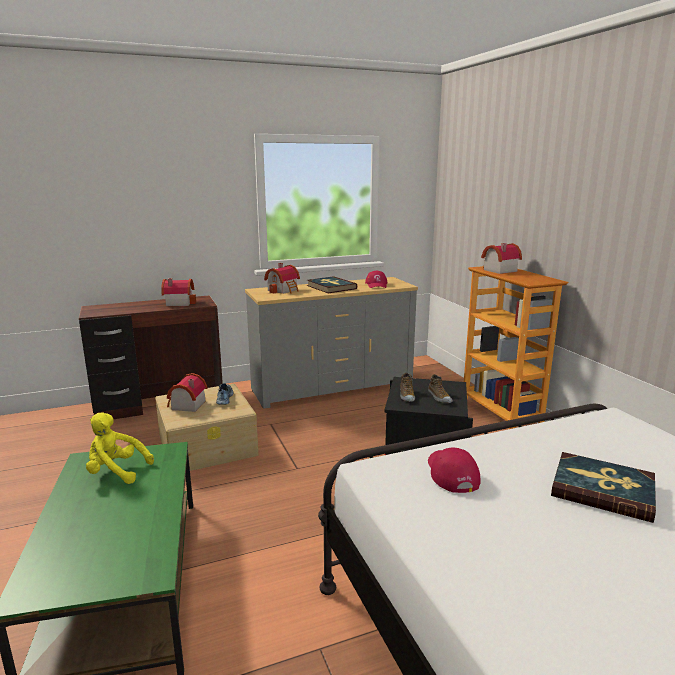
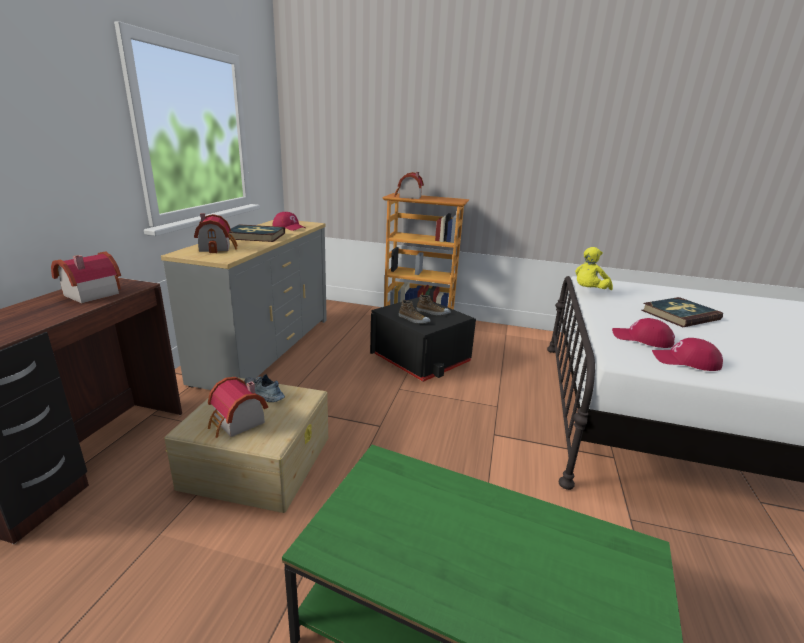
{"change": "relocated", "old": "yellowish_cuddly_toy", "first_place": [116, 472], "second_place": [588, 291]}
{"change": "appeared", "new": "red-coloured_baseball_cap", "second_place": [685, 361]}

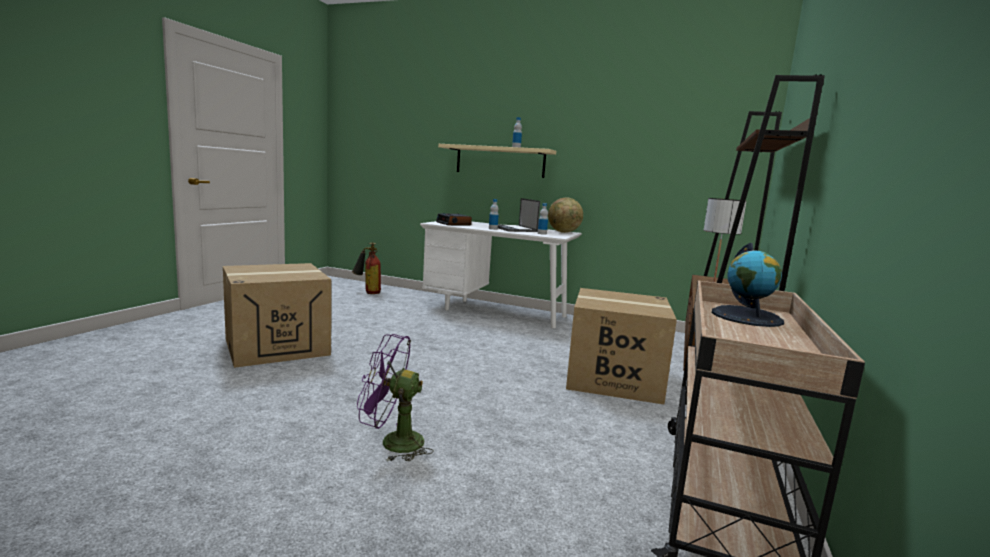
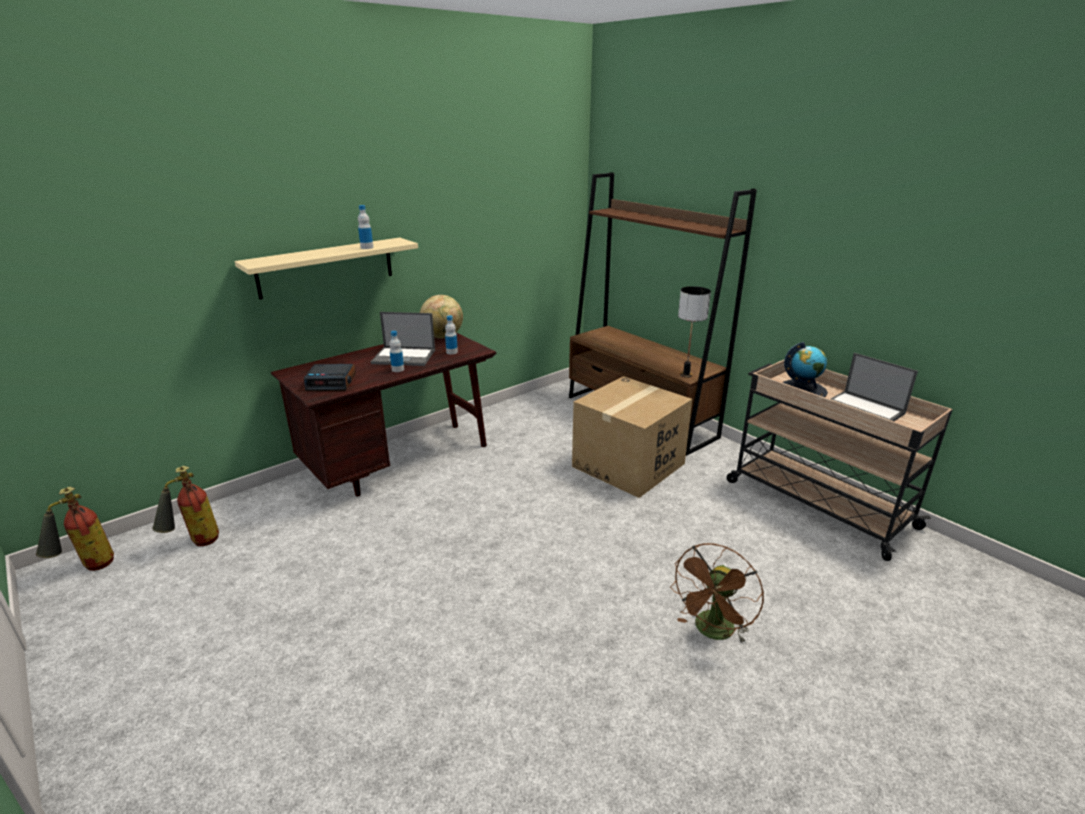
{"change": "missing", "old": "carton", "first_place": [277, 346]}
{"change": "colour", "old": "purple_electric_fan", "new": "brown-coloured_electric_fan", "first_place": [392, 442], "second_place": [712, 632]}
{"change": "colour", "old": "white-coloured_desk_unit", "new": "brown-coloured_desk_unit", "first_place": [496, 312], "second_place": [399, 461]}
{"change": "appeared", "new": "fire-fighting_cylinder", "second_place": [87, 568]}
{"change": "appeared", "new": "notebook_computer", "second_place": [864, 410]}

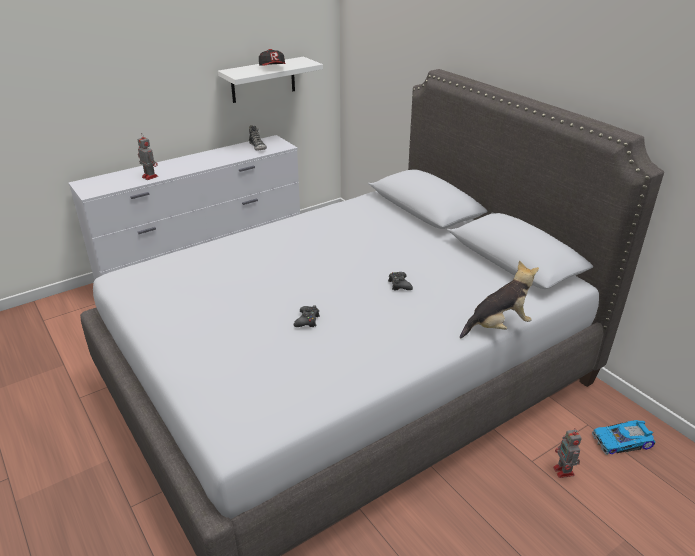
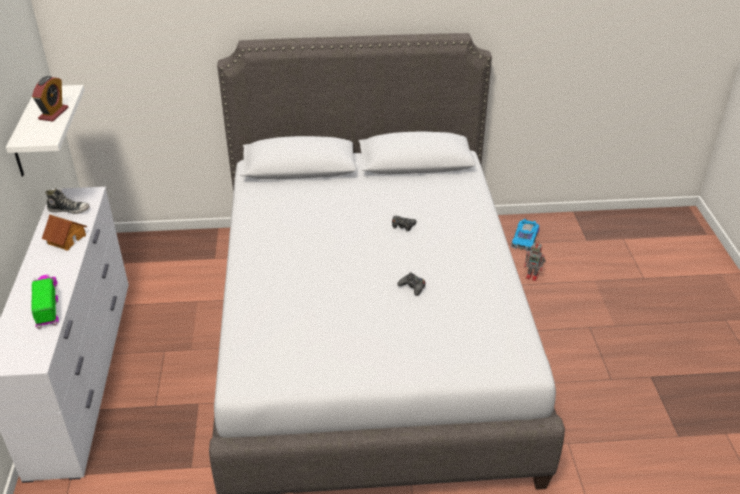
{"change": "exchanged", "old": "model_robot", "new": "model_truck", "first_place": [149, 176], "second_place": [47, 306]}
{"change": "exchanged", "old": "baseball_cap", "new": "table_clock", "first_place": [273, 68], "second_place": [53, 113]}
{"change": "missing", "old": "cuddly_toy", "first_place": [498, 326]}
{"change": "appeared", "new": "toy_house", "second_place": [66, 239]}

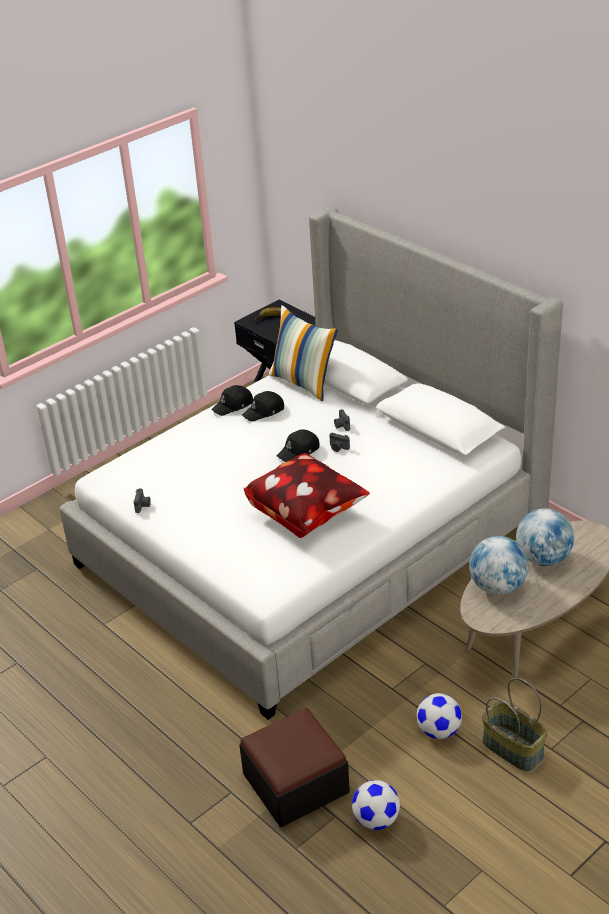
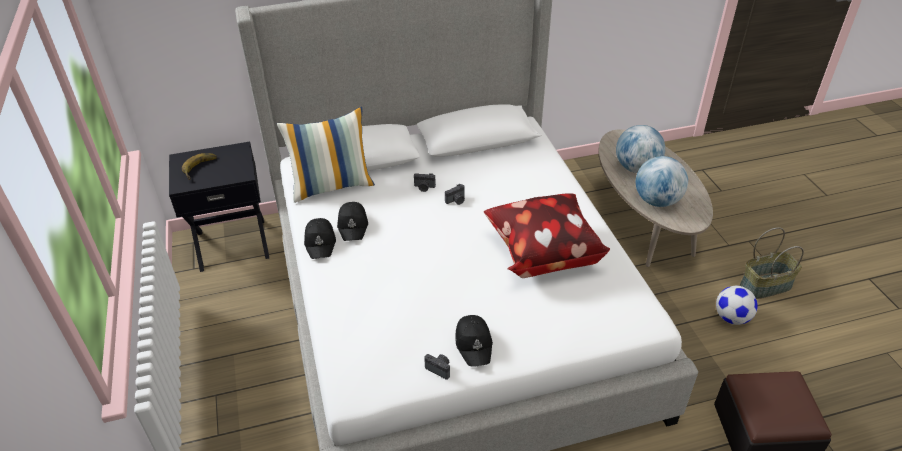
{"change": "relocated", "old": "blackish_baseball_cap", "first_place": [299, 451], "second_place": [474, 343]}
{"change": "missing", "old": "football_ball", "first_place": [376, 820]}

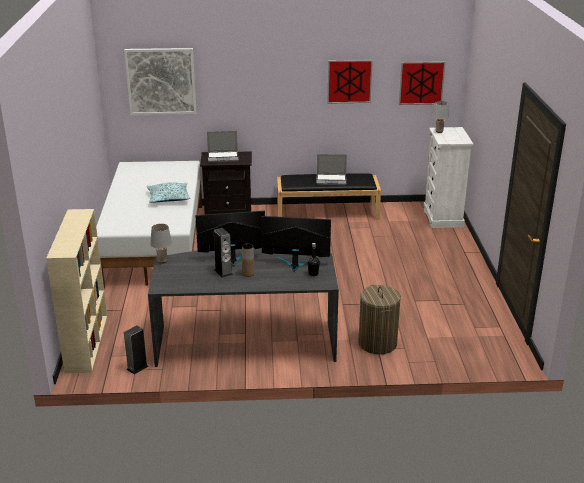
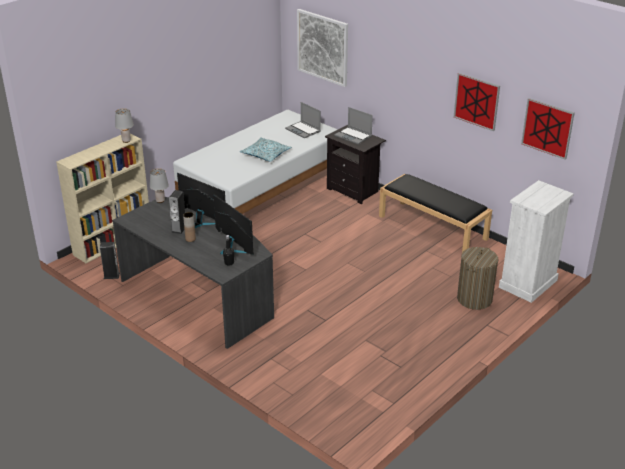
{"change": "relocated", "old": "notebook_computer", "first_place": [331, 180], "second_place": [303, 130]}
{"change": "relocated", "old": "washing_basket", "first_place": [377, 343], "second_place": [474, 299]}
{"change": "relocated", "old": "greyish_tabletop_lamp", "first_place": [439, 131], "second_place": [126, 141]}

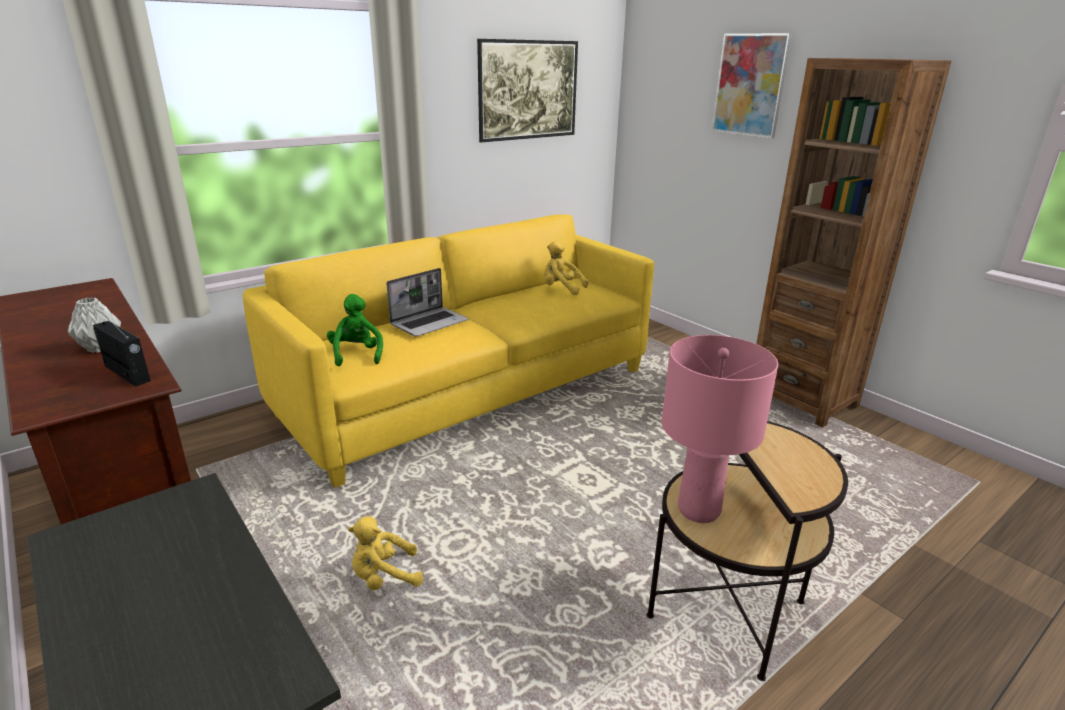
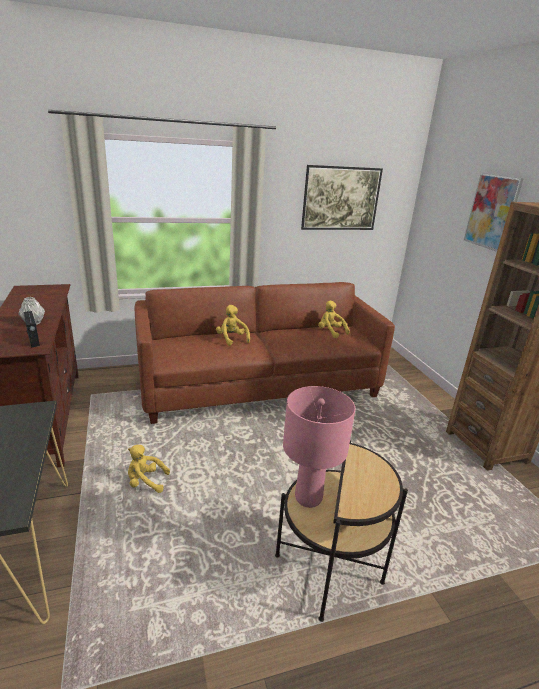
{"change": "colour", "old": "yellowish_sofa", "new": "brown-coloured_sofa", "first_place": [469, 391], "second_place": [259, 385]}
{"change": "missing", "old": "greenish_cuddly_toy", "first_place": [357, 354]}
{"change": "exchanged", "old": "notebook_computer", "new": "yellowish_cuddly_toy", "first_place": [430, 323], "second_place": [232, 339]}

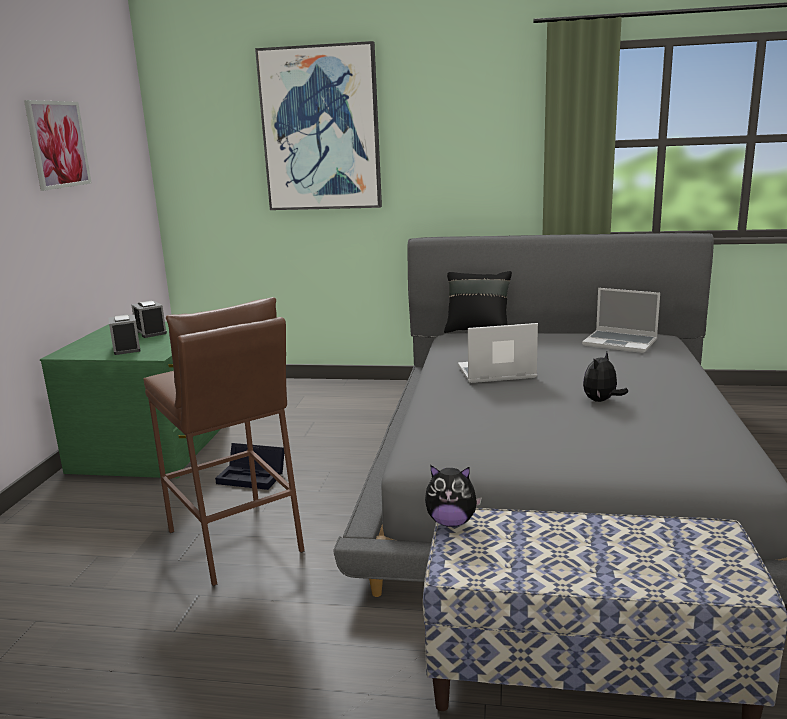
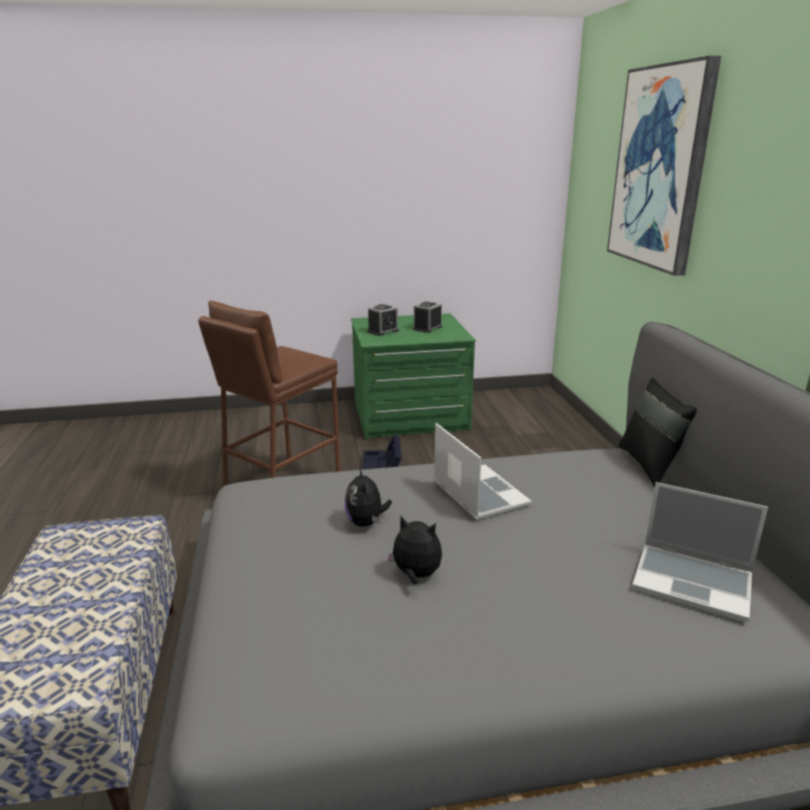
{"change": "missing", "old": "wall_picture", "first_place": [58, 144]}
{"change": "relocated", "old": "cuddly_toy", "first_place": [451, 522], "second_place": [366, 523]}
{"change": "spun", "old": "notebook_computer", "first_place": [621, 343], "second_place": [693, 582], "degrees": -75}

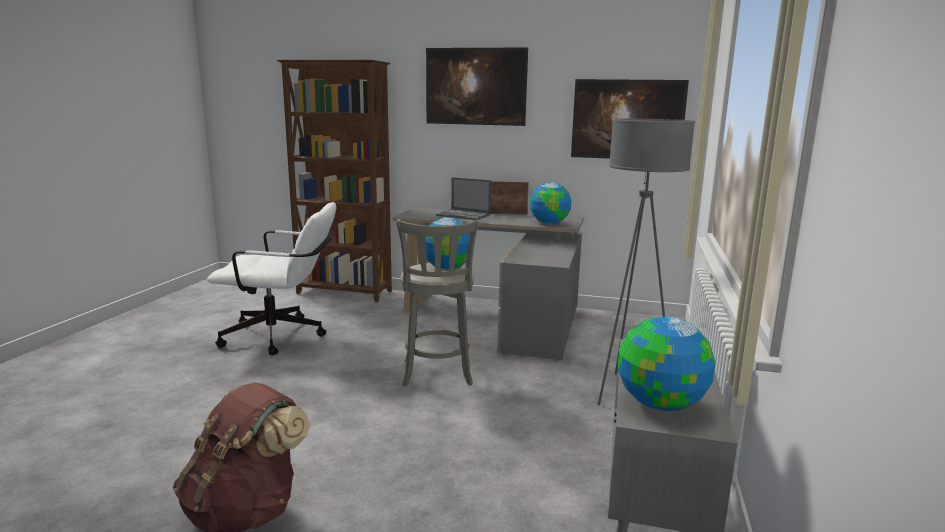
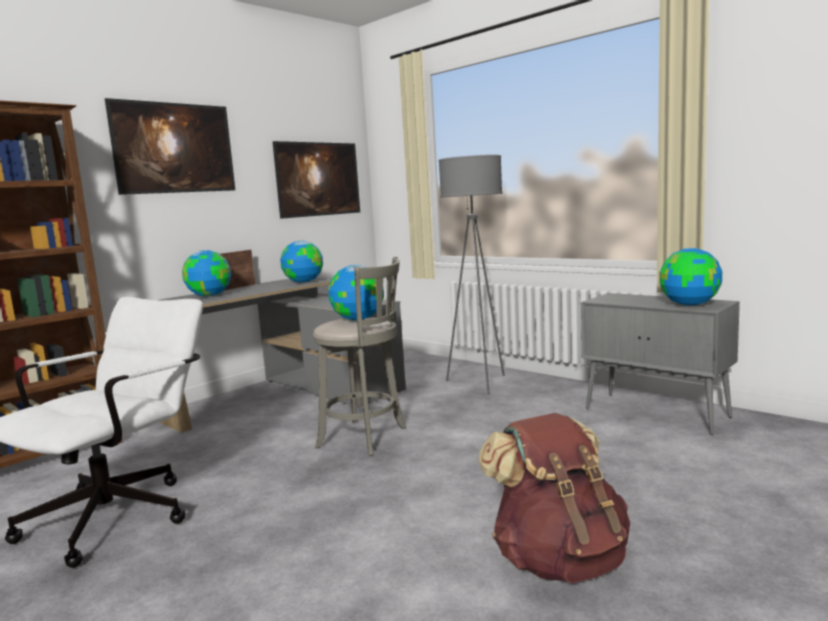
{"change": "exchanged", "old": "notebook_computer", "new": "world_globe", "first_place": [464, 215], "second_place": [209, 296]}

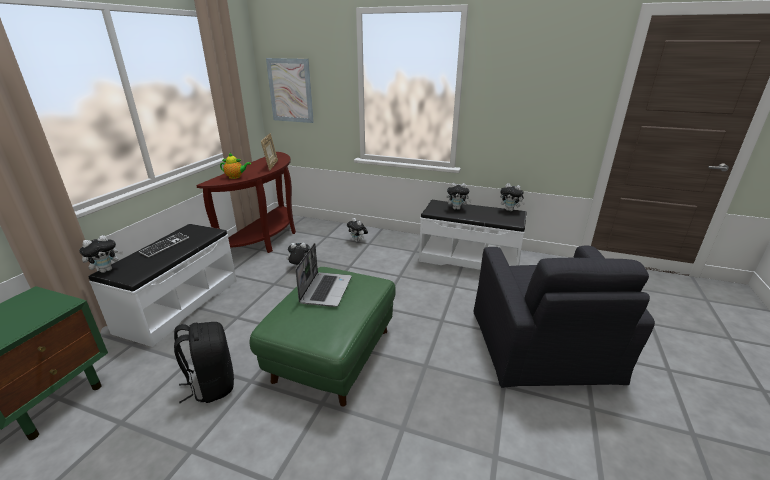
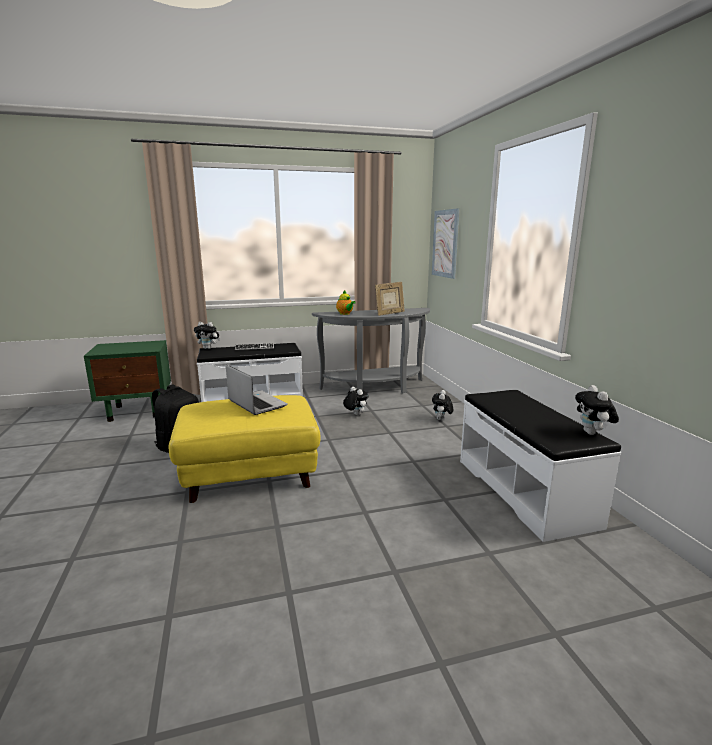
{"change": "colour", "old": "brown-coloured_console_table", "new": "greyish_console_table", "first_place": [266, 239], "second_place": [375, 388]}
{"change": "colour", "old": "greenish_footrest", "new": "yellowish_footrest", "first_place": [332, 354], "second_place": [250, 473]}
{"change": "spun", "old": "notebook_computer", "first_place": [325, 290], "second_place": [256, 403], "degrees": -105}
{"change": "missing", "old": "cuddly_toy", "first_place": [457, 208]}
{"change": "missing", "old": "blackish_easy_chair", "first_place": [542, 346]}

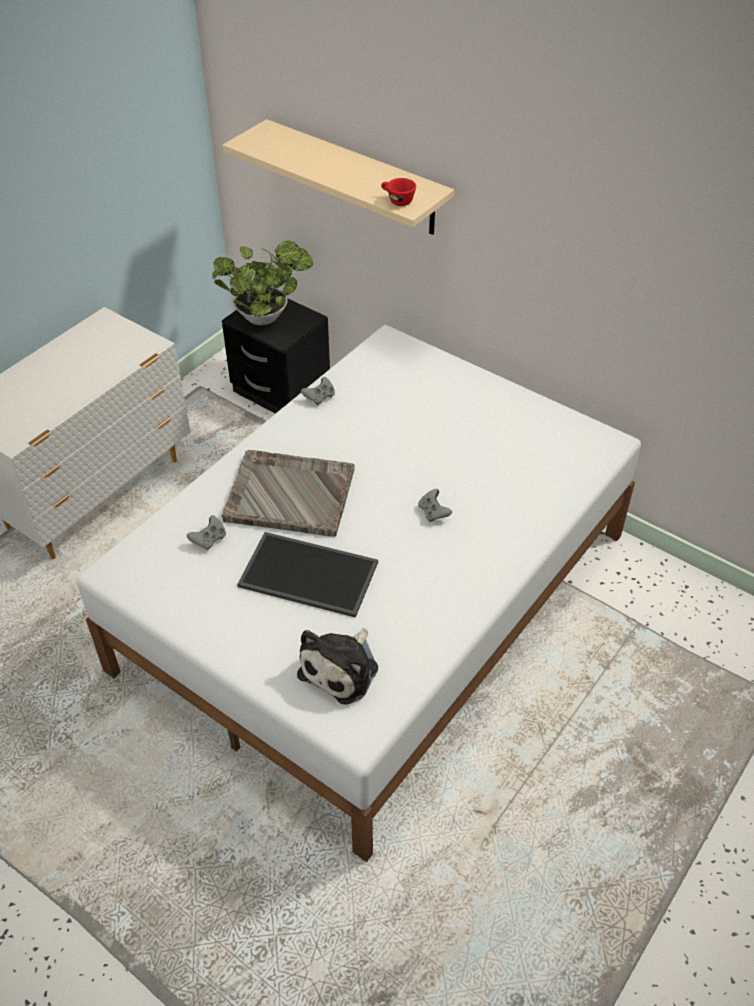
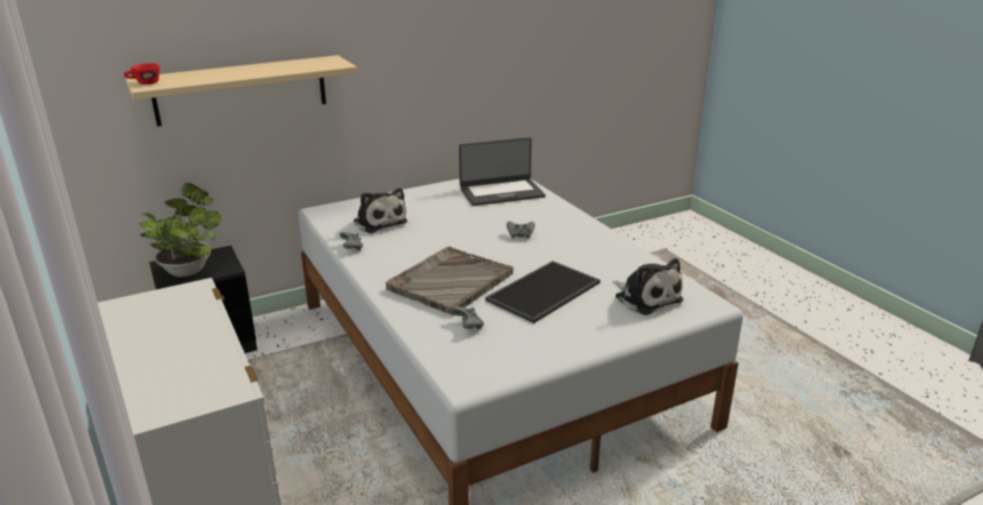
{"change": "relocated", "old": "red-coloured_cup", "first_place": [397, 201], "second_place": [144, 83]}
{"change": "appeared", "new": "cuddly_toy", "second_place": [379, 222]}
{"change": "appeared", "new": "notebook_computer", "second_place": [501, 192]}

